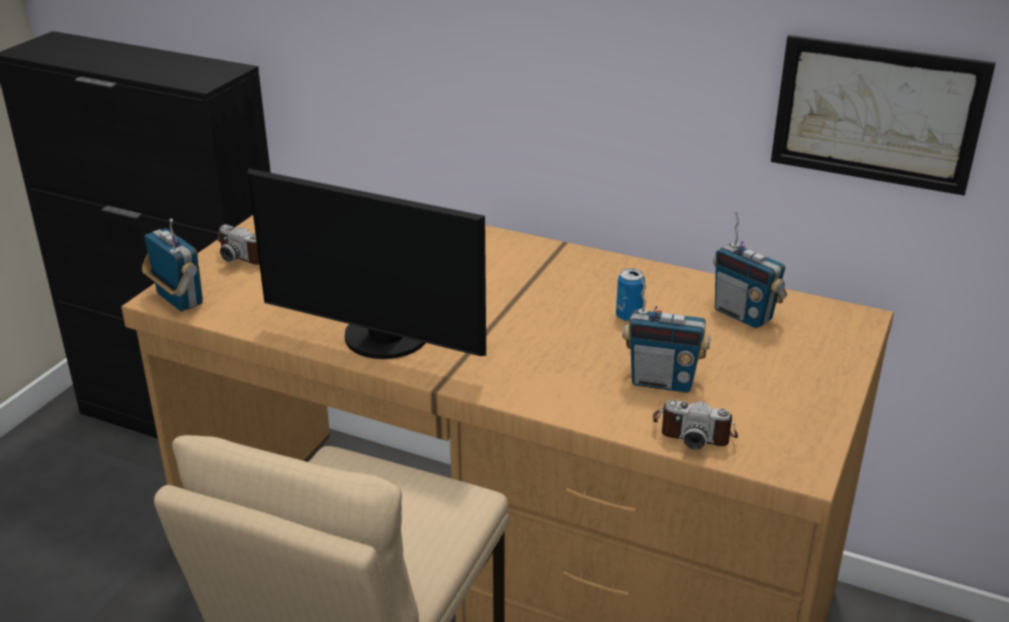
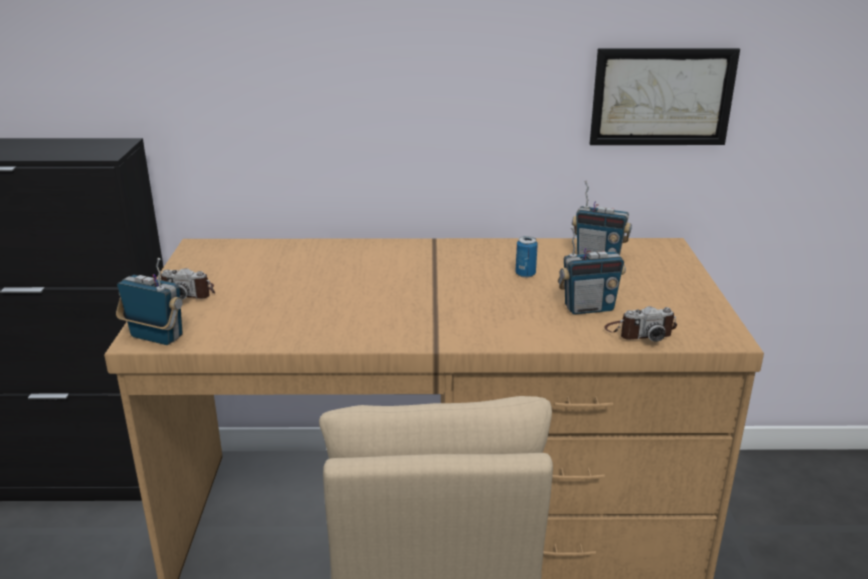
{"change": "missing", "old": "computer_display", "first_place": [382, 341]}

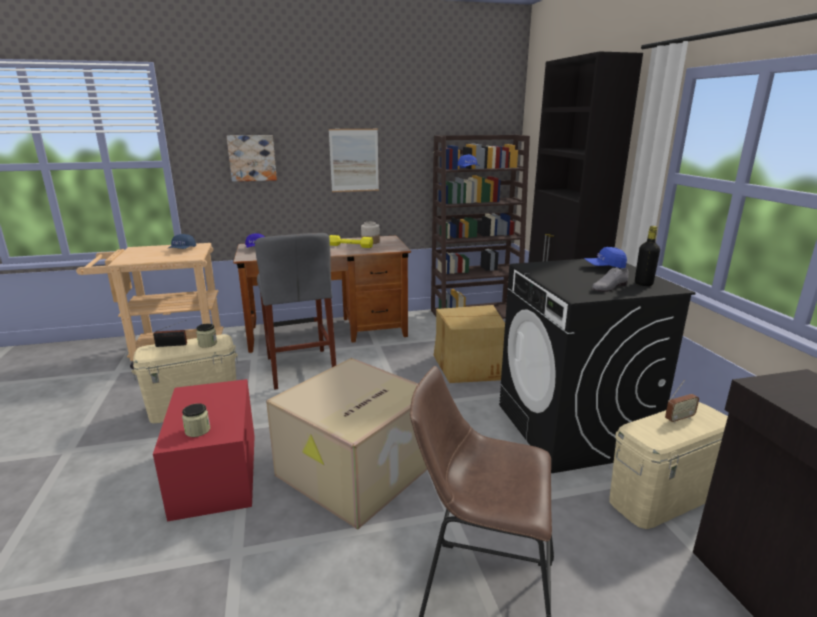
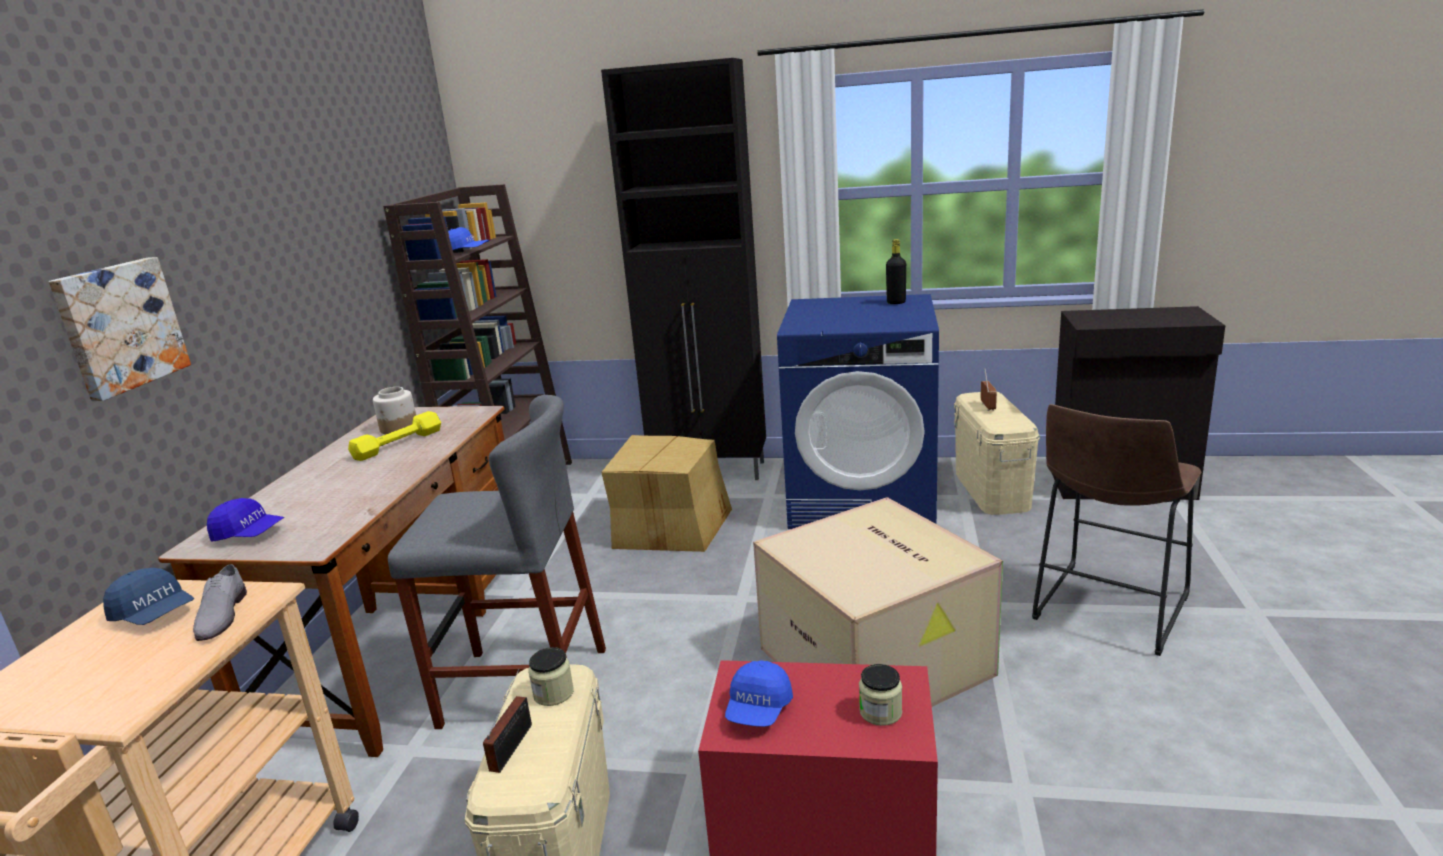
{"change": "missing", "old": "wall_picture", "first_place": [354, 160]}
{"change": "colour", "old": "blackish_laundry_machine", "new": "blue-coloured_laundry_machine", "first_place": [573, 429], "second_place": [863, 499]}
{"change": "relocated", "old": "blue-coloured_baseball_cap", "first_place": [604, 267], "second_place": [758, 710]}
{"change": "relocated", "old": "greyish_item_of_footwear", "first_place": [608, 287], "second_place": [221, 615]}

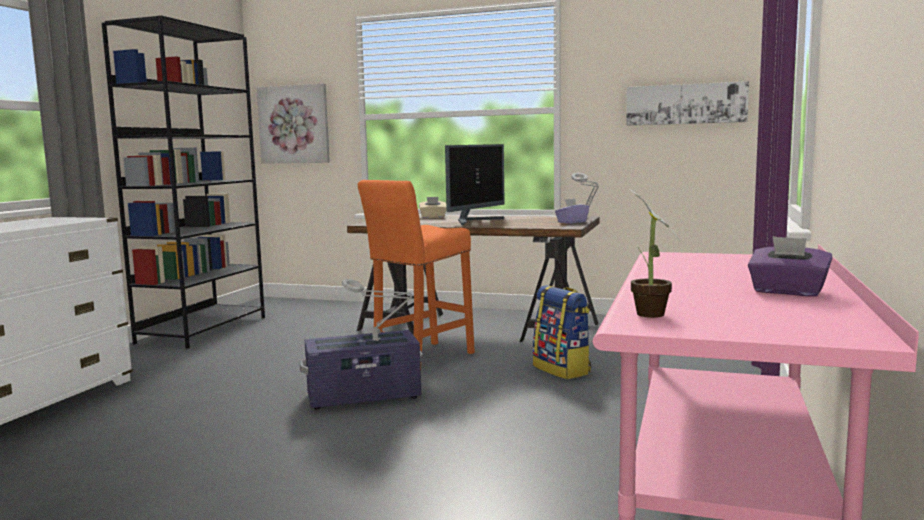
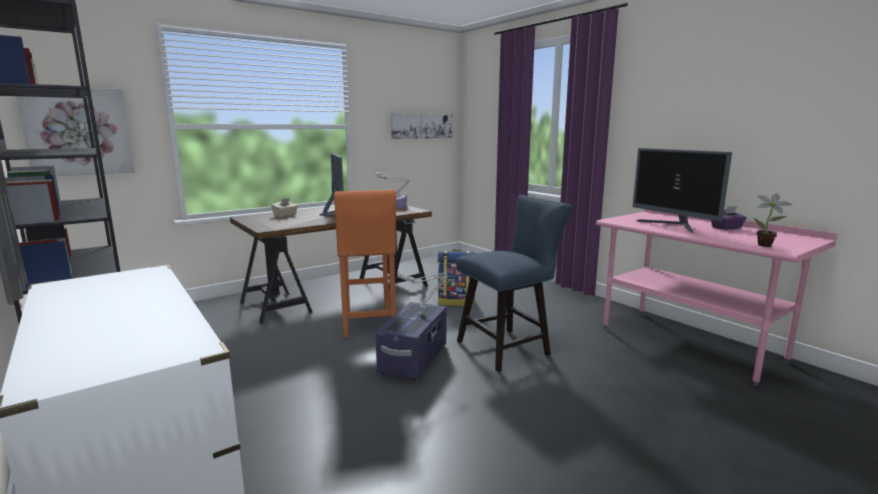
{"change": "appeared", "new": "blue-coloured_upright_chair", "second_place": [509, 347]}
{"change": "appeared", "new": "computer_display", "second_place": [674, 226]}

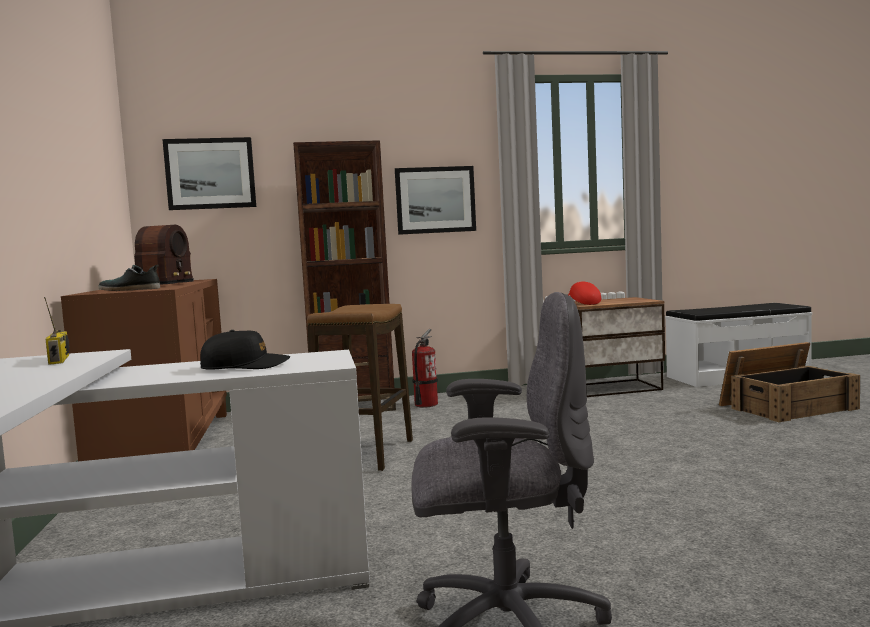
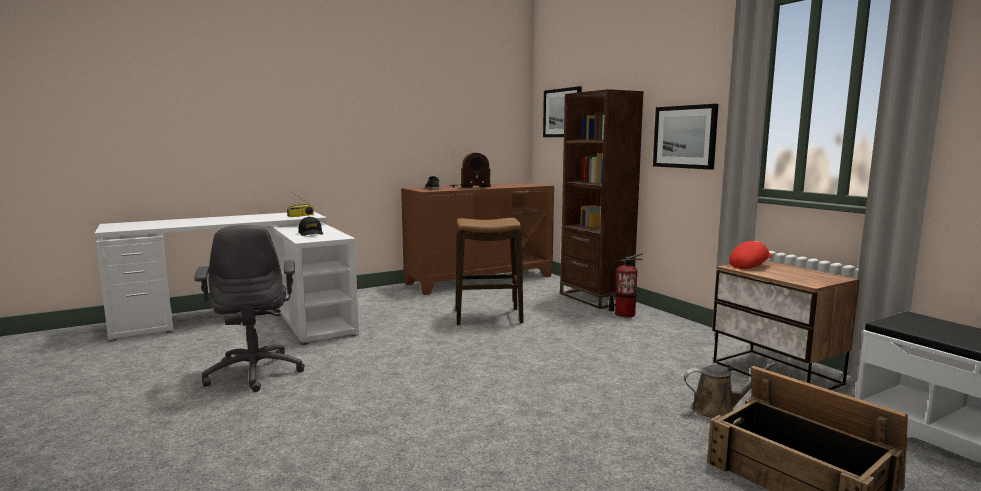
{"change": "appeared", "new": "brown-coloured_watering_can", "second_place": [717, 410]}

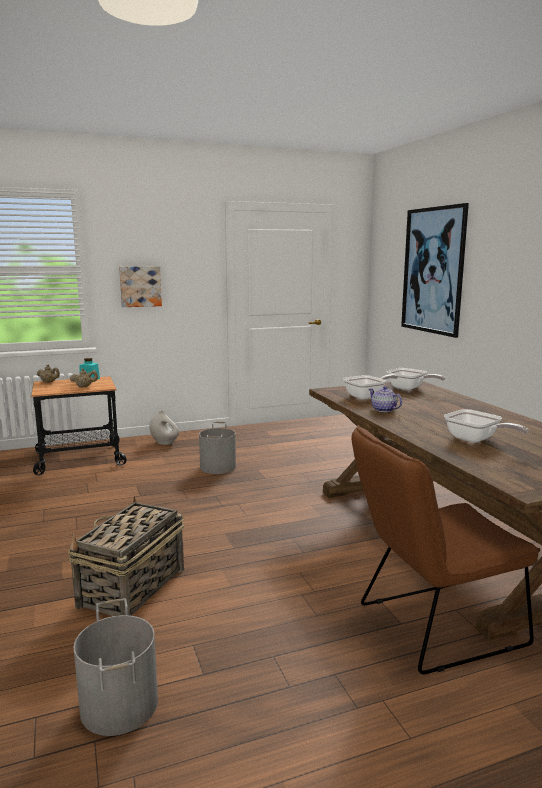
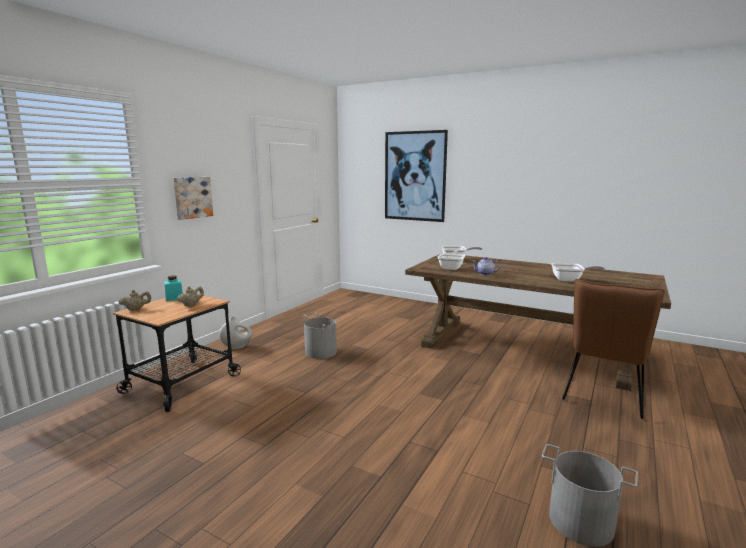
{"change": "missing", "old": "household_basket", "first_place": [131, 588]}

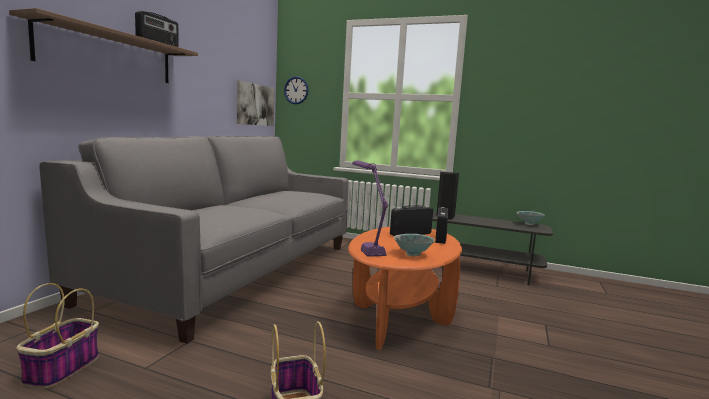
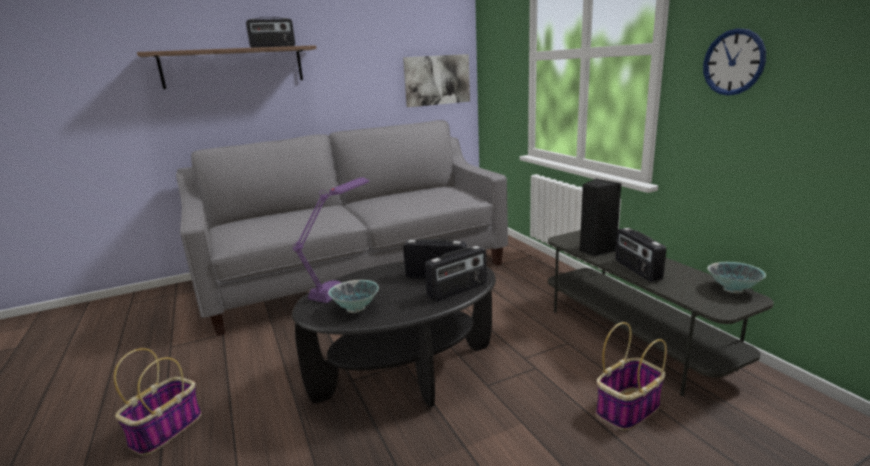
{"change": "relocated", "old": "household_basket", "first_place": [62, 370], "second_place": [627, 410]}
{"change": "relocated", "old": "hanging_clock", "first_place": [296, 90], "second_place": [733, 62]}
{"change": "colour", "old": "orange-coloured_coffee_table", "new": "blackish_coffee_table", "first_place": [400, 315], "second_place": [406, 373]}
{"change": "appeared", "new": "radio_set", "second_place": [637, 270]}

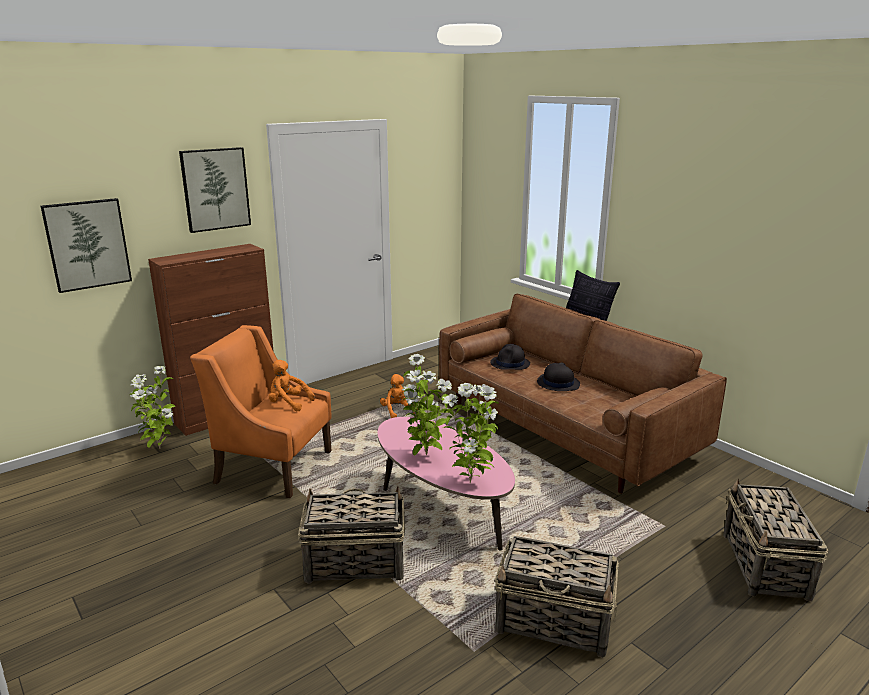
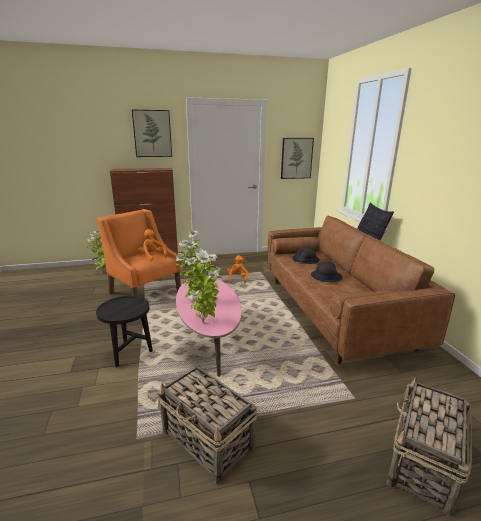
{"change": "relocated", "old": "wall_picture", "first_place": [87, 244], "second_place": [296, 158]}
{"change": "exchanged", "old": "household_basket", "new": "blackish_accent_table", "first_place": [354, 562], "second_place": [129, 355]}

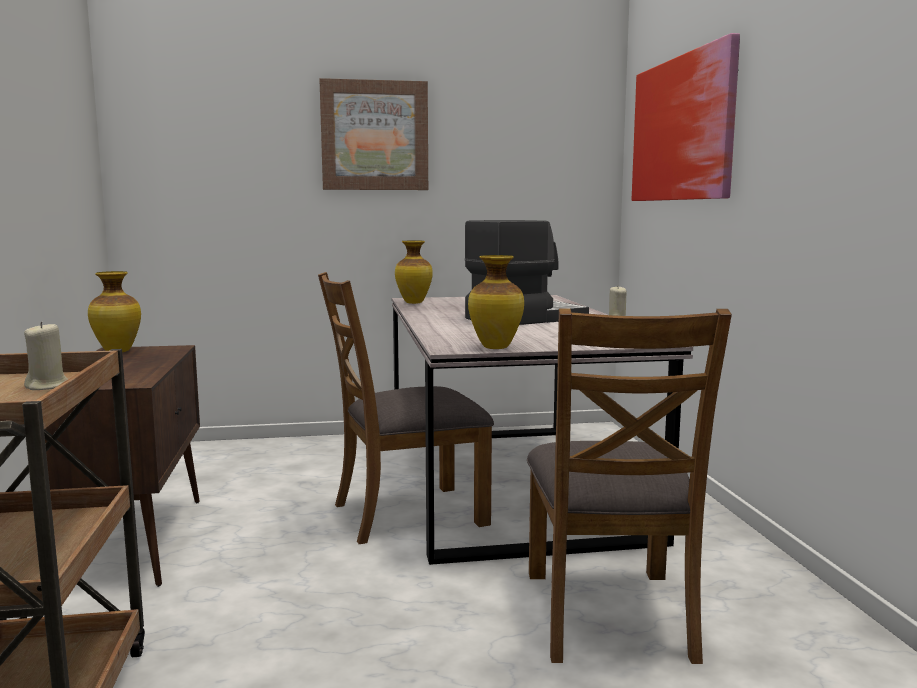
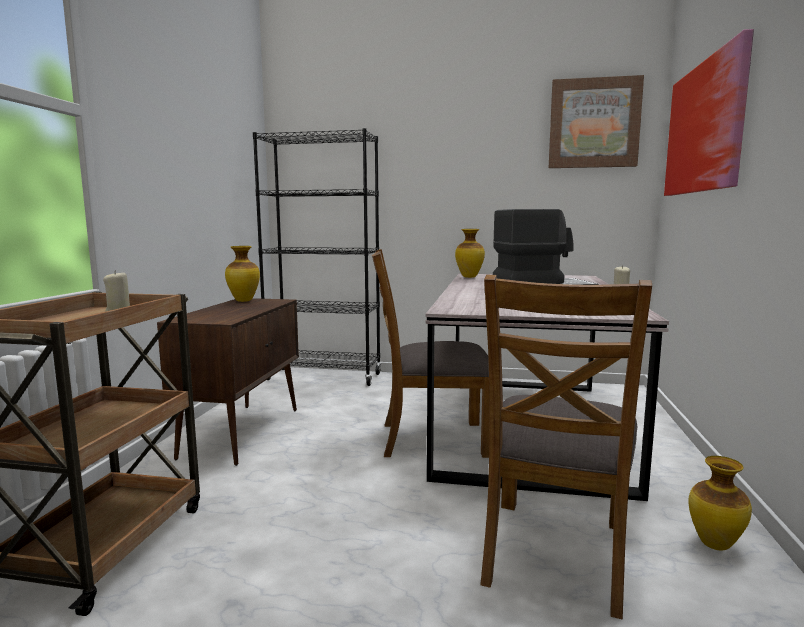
{"change": "relocated", "old": "wall_picture", "first_place": [374, 136], "second_place": [594, 123]}
{"change": "relocated", "old": "vase", "first_place": [495, 347], "second_place": [714, 544]}
{"change": "appeared", "new": "blackish_bookcase", "second_place": [324, 377]}

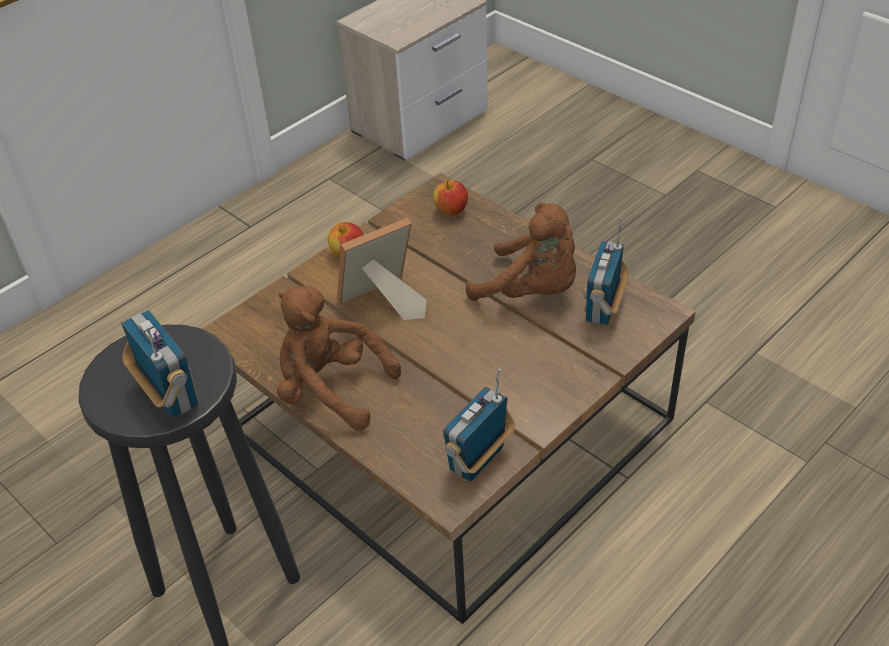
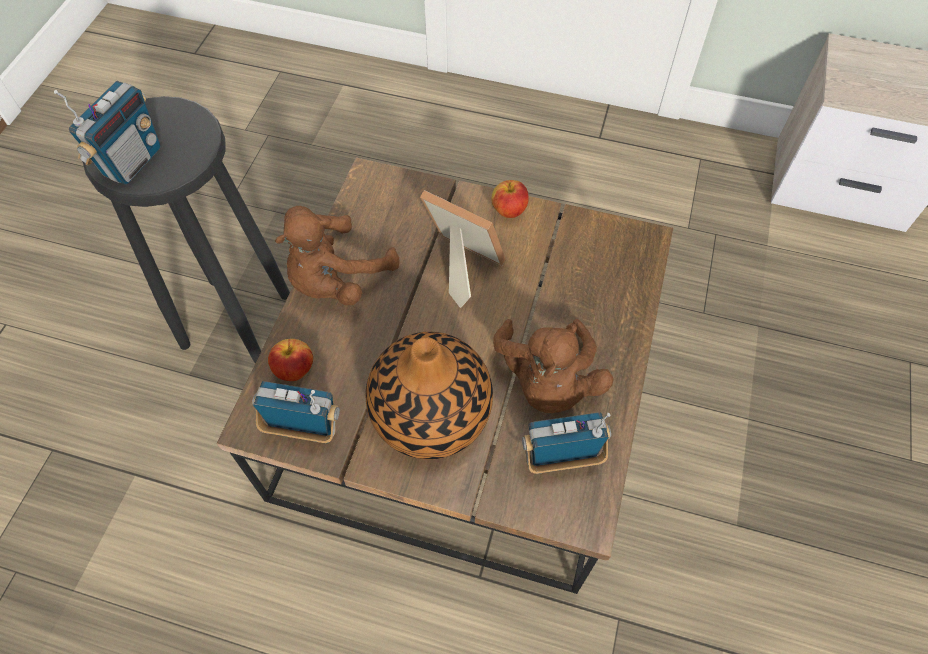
{"change": "spun", "old": "brown-coloured_cuddly_toy", "first_place": [331, 390], "second_place": [337, 279], "degrees": -135}
{"change": "relocated", "old": "whole_apple", "first_place": [451, 211], "second_place": [294, 369]}
{"change": "appeared", "new": "vase", "second_place": [430, 413]}

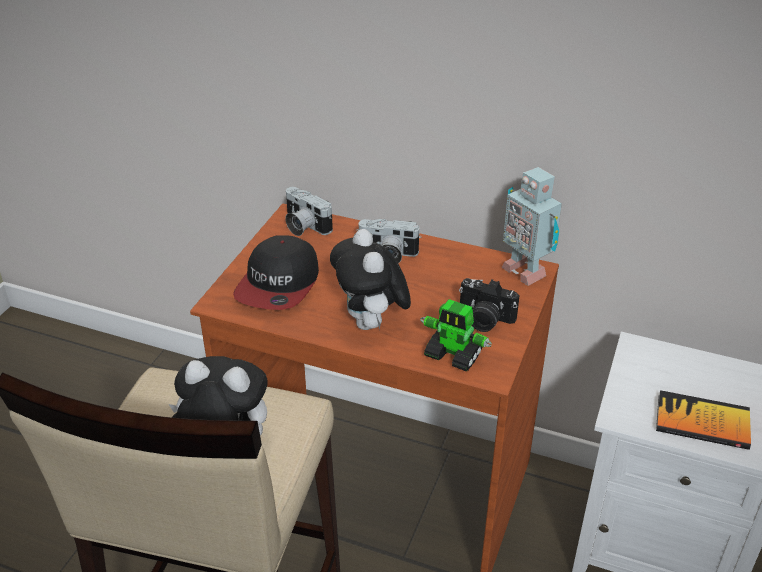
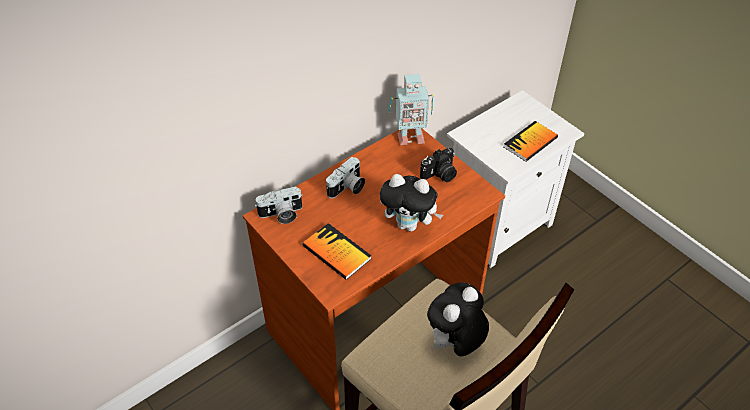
{"change": "exchanged", "old": "baseball_cap", "new": "volume", "first_place": [279, 284], "second_place": [336, 252]}
{"change": "missing", "old": "model_robot", "first_place": [453, 355]}

